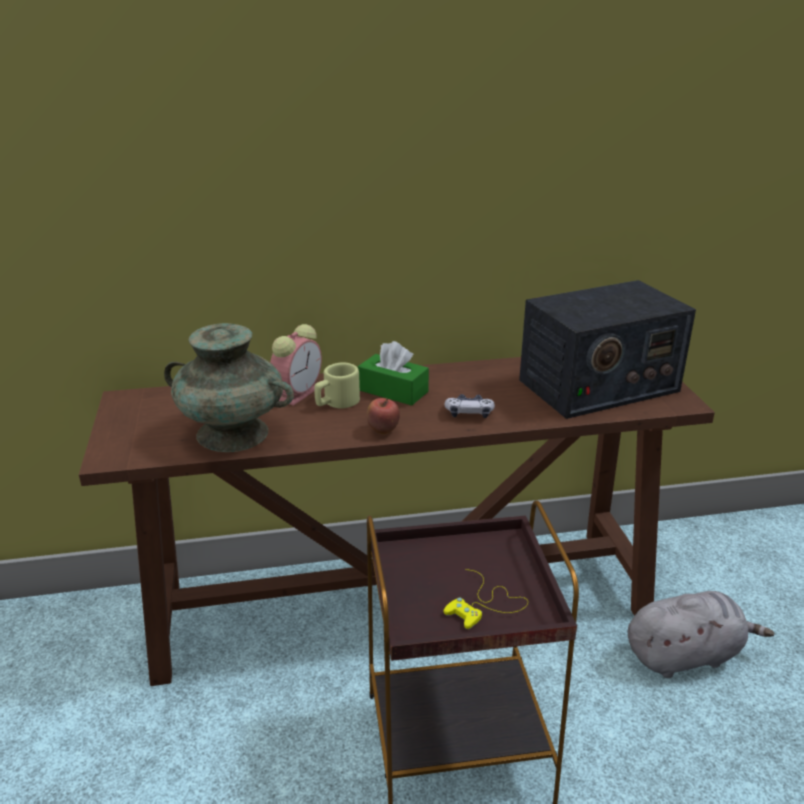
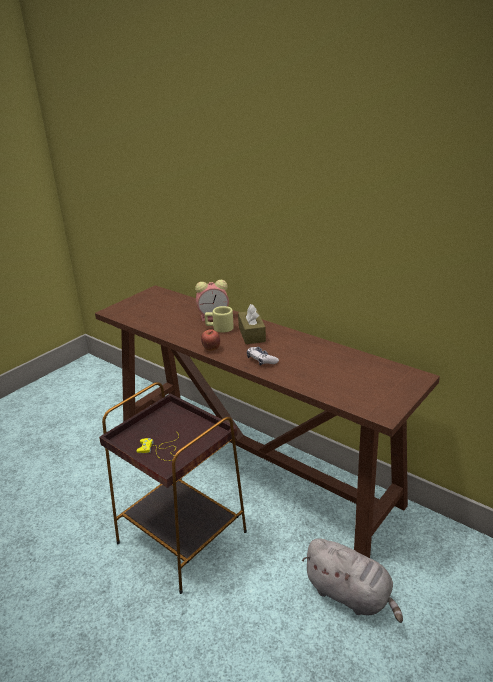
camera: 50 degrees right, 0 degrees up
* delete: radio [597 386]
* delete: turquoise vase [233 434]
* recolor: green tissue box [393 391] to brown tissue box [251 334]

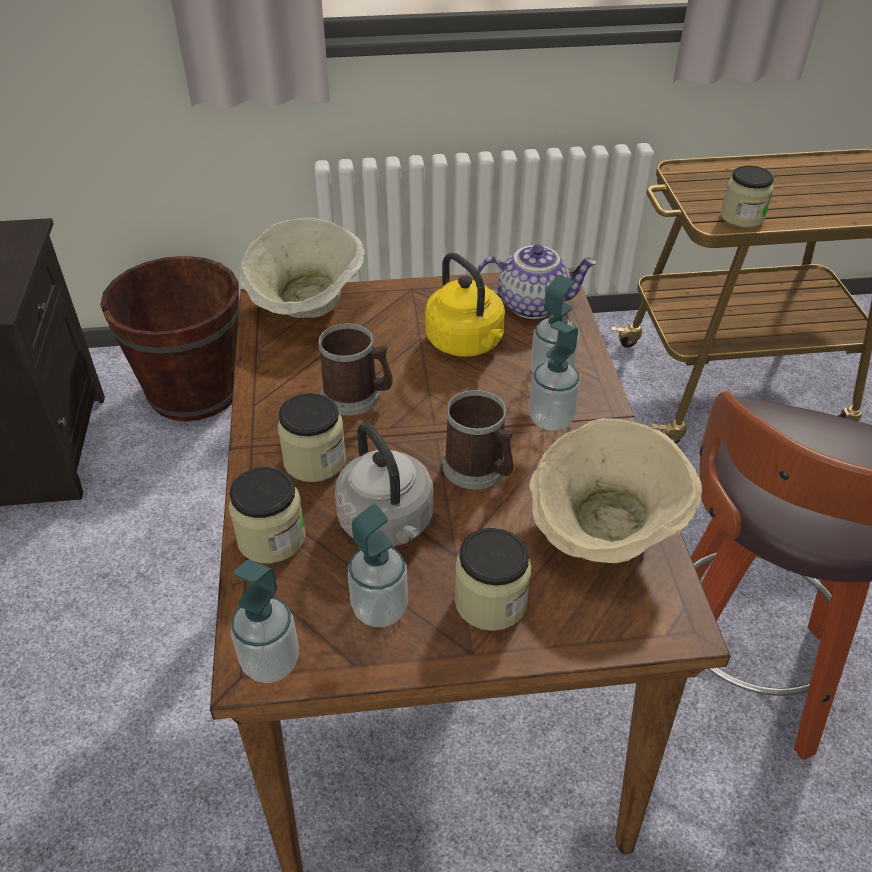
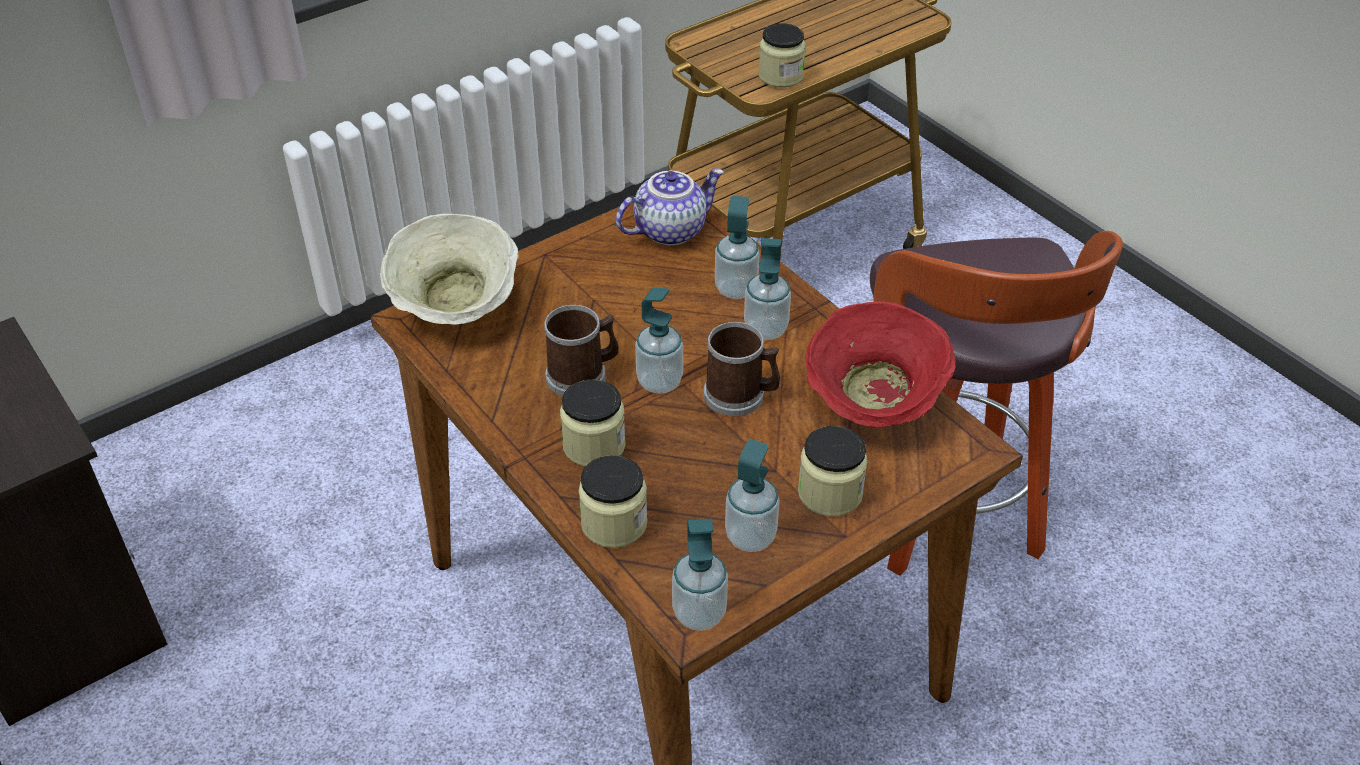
camera: 30 degrees left, 0 degrees up
* delete: yellow kettle [467 343]
* delete: brown bucket [194 390]
* recolor: beige bowl [603 532] to red bowl [874 405]
* delete: grey kettle [388 524]
* insert: soap dispenser [659 382]

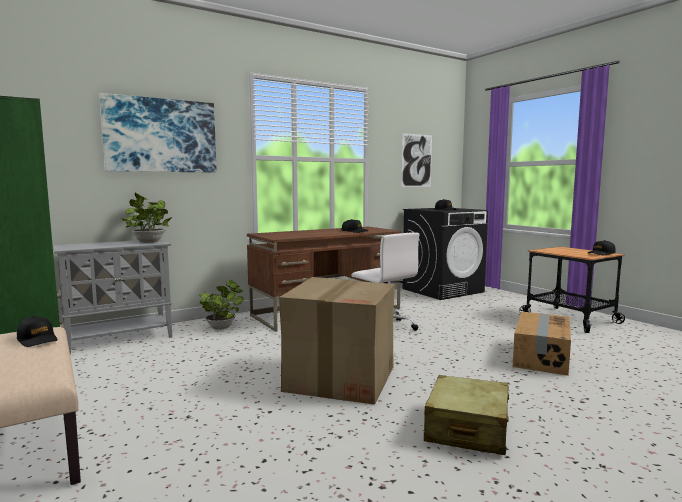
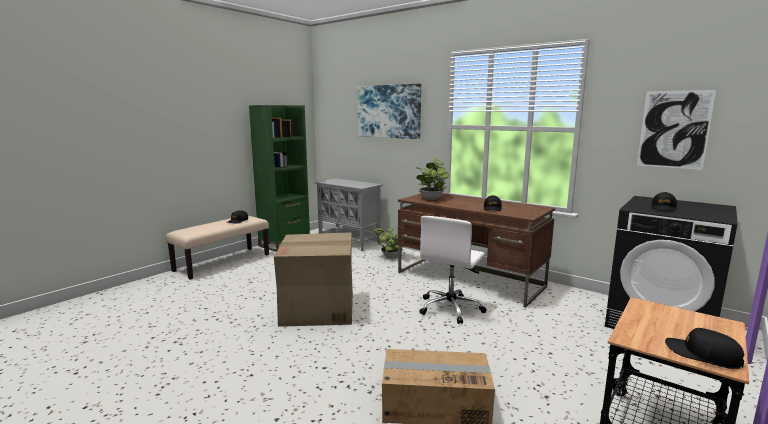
camera: 70 degrees right, 5 degrees up
* move: potted plant [148 241] to [431 198]
* delete: beige suitcase [467 429]

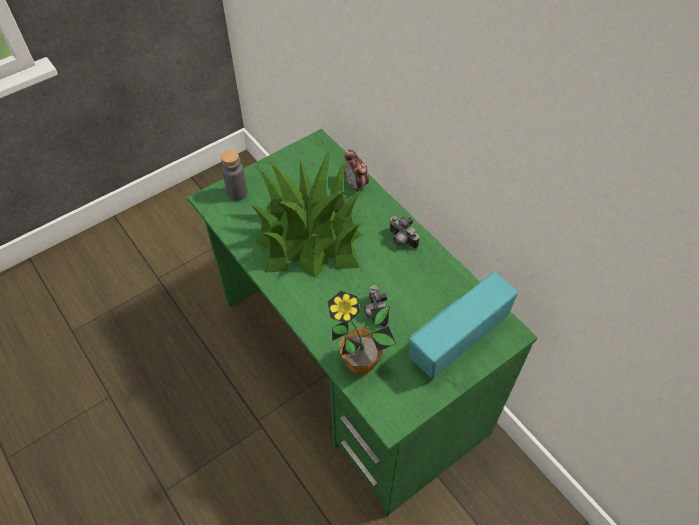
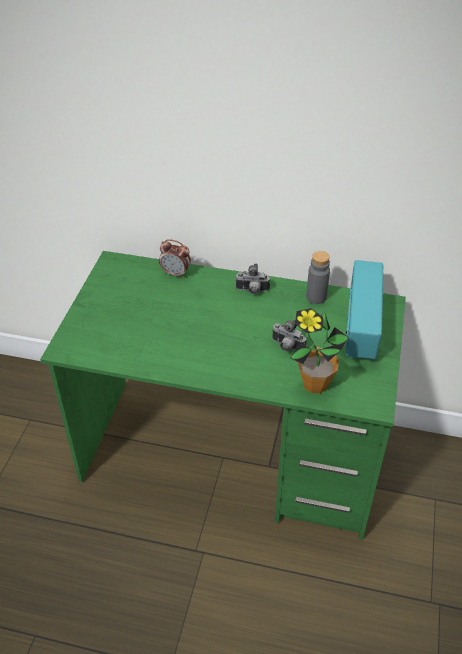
camera: 40 degrees left, 10 degrees down
* delete: potted plant [309 237]
* move: grey bottle [237 193] to [316 297]

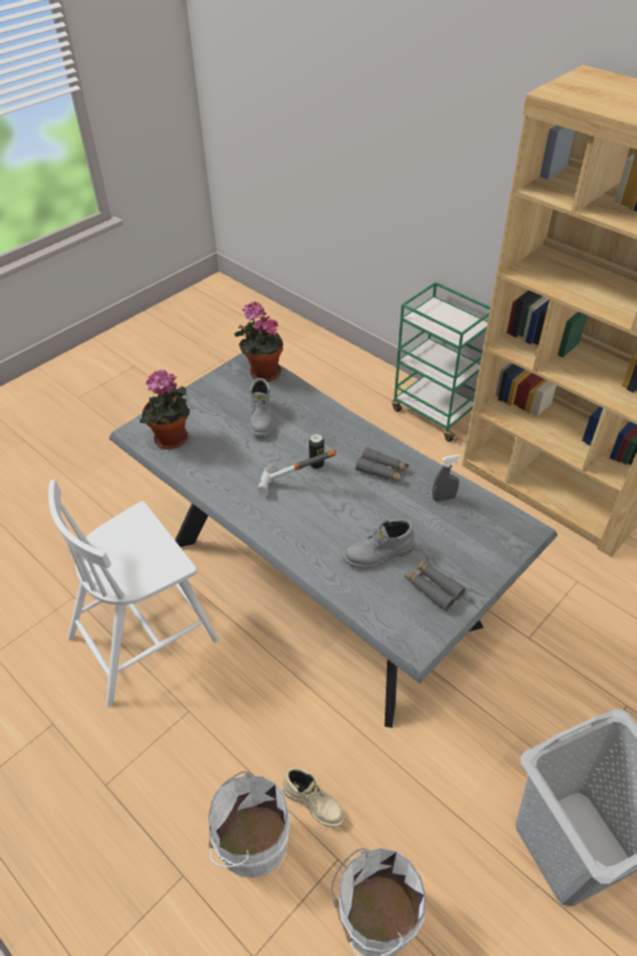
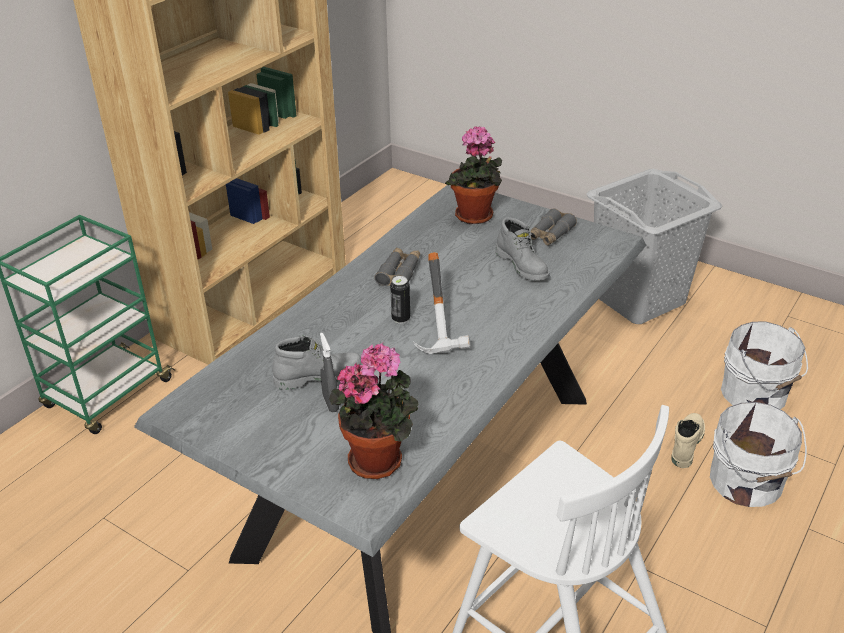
camera: 100 degrees left, 10 degrees down
* move: potted plant [262 373] to [474 217]
* move: grey spray bottle [443 498] to [330 403]

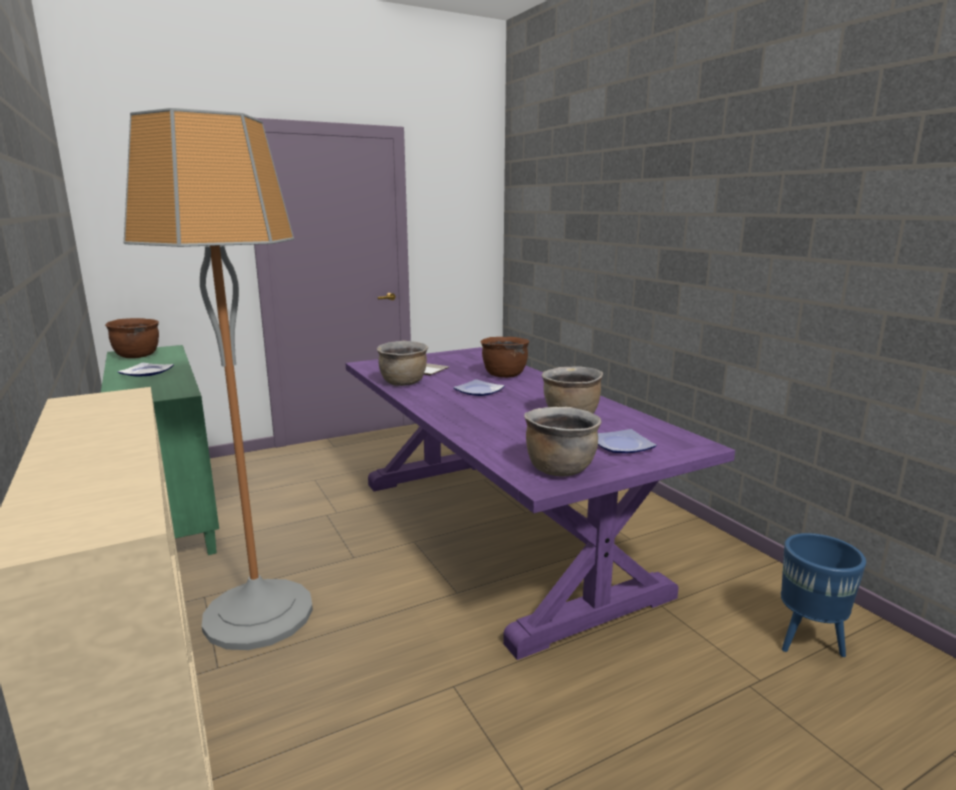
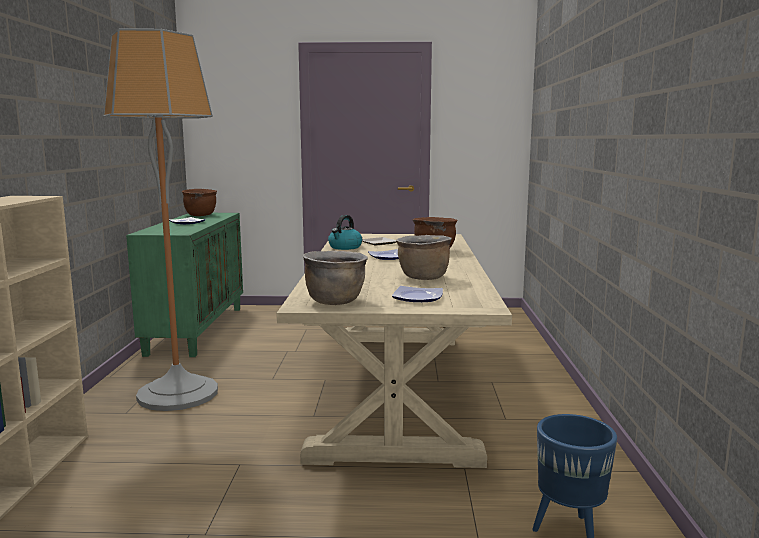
camera: 30 degrees right, 5 degrees down
* replace: brown cooking pot [403 383] to kettle [345 247]
* recolor: purple dining table [495 532] to beige dining table [393 387]

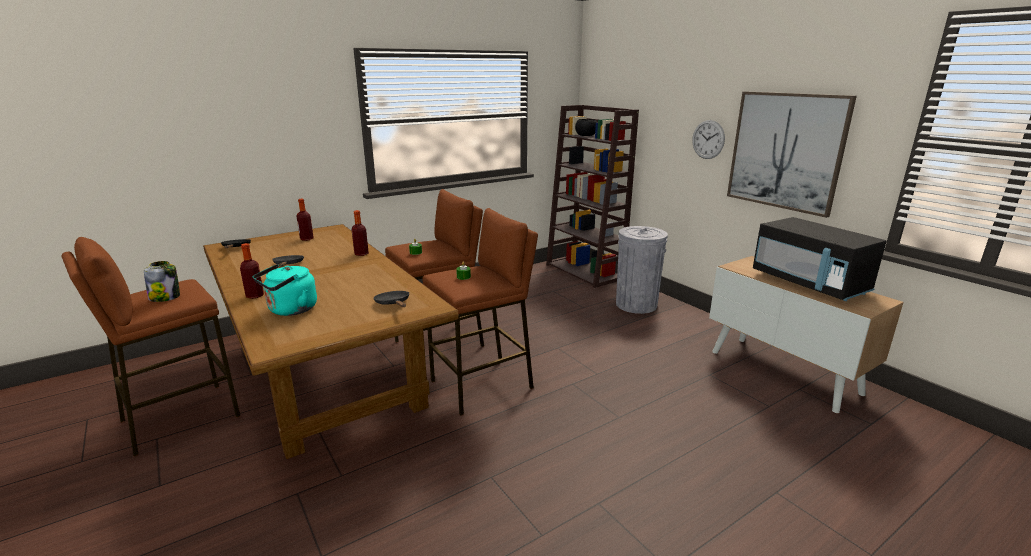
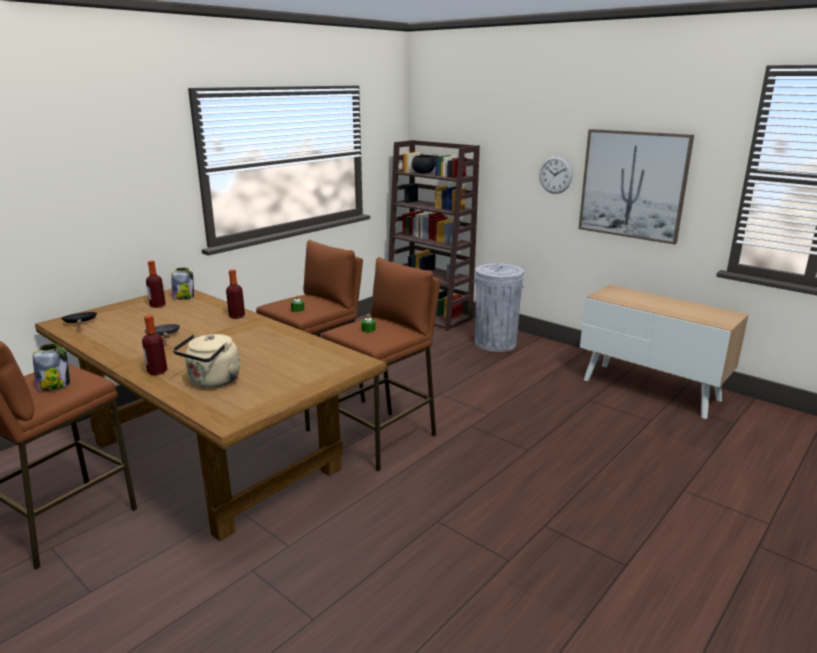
camera: 15 degrees left, 0 degrees up
* delete: black microwave [809 283]
* recolor: turquoise kettle [290 310] to beige kettle [212 382]
* delete: black frying pan [393 303]
* insert: jar [183 297]

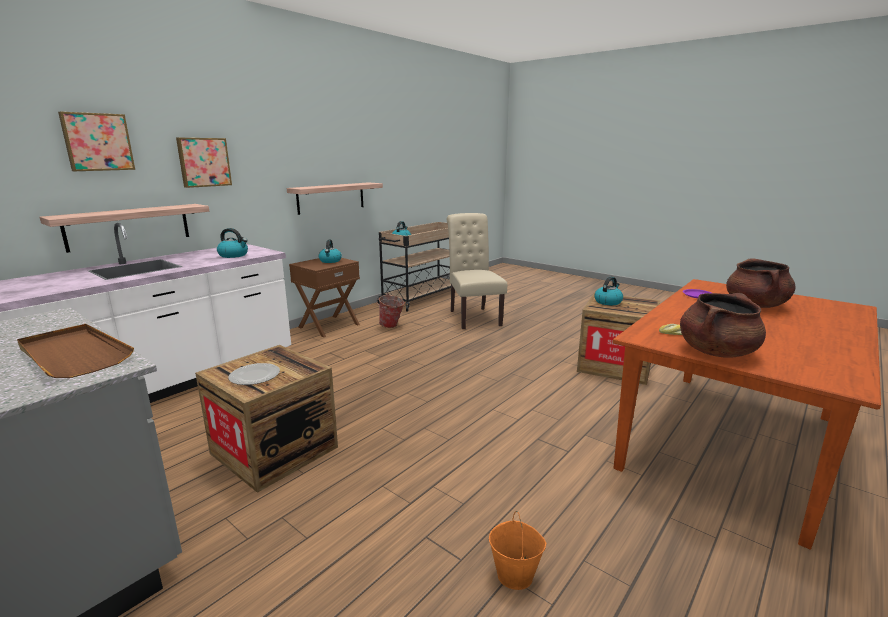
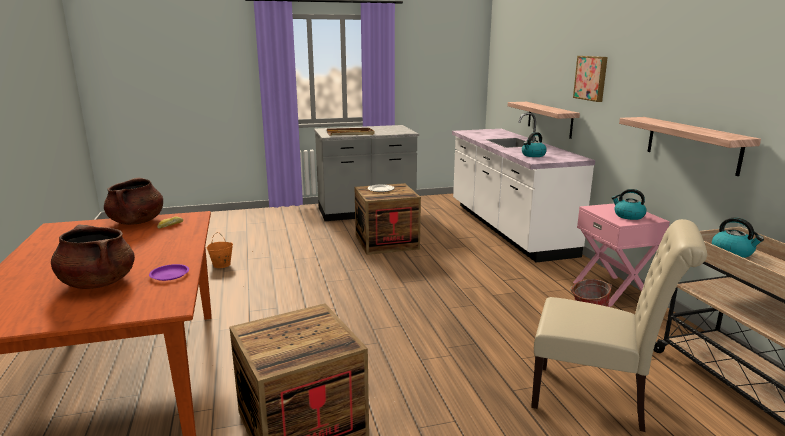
camera: 125 degrees right, 0 degrees up
* delete: picture [97 142]
* recolor: brown nightstand [328 325] to pink nightstand [612 291]
* delete: kettle [608 302]

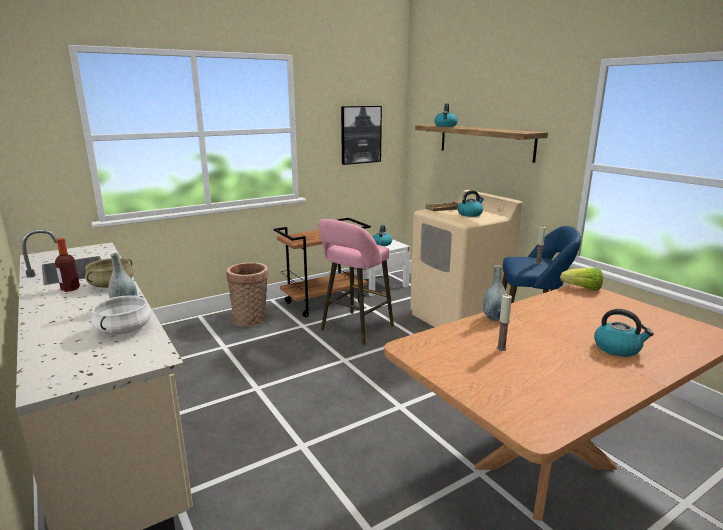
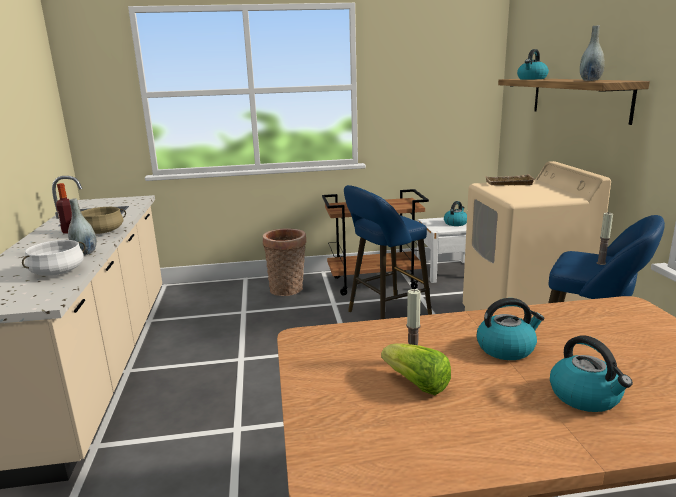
camera: 25 degrees right, 0 degrees up
* delete: picture [360 134]
* move: kettle [470 214] to [506 348]
* recolor: pink stool [354 329] to blue stool [385 316]
* move: grey vase [494 318] to [590 80]
* move: lettuce [582 288] to [416 384]

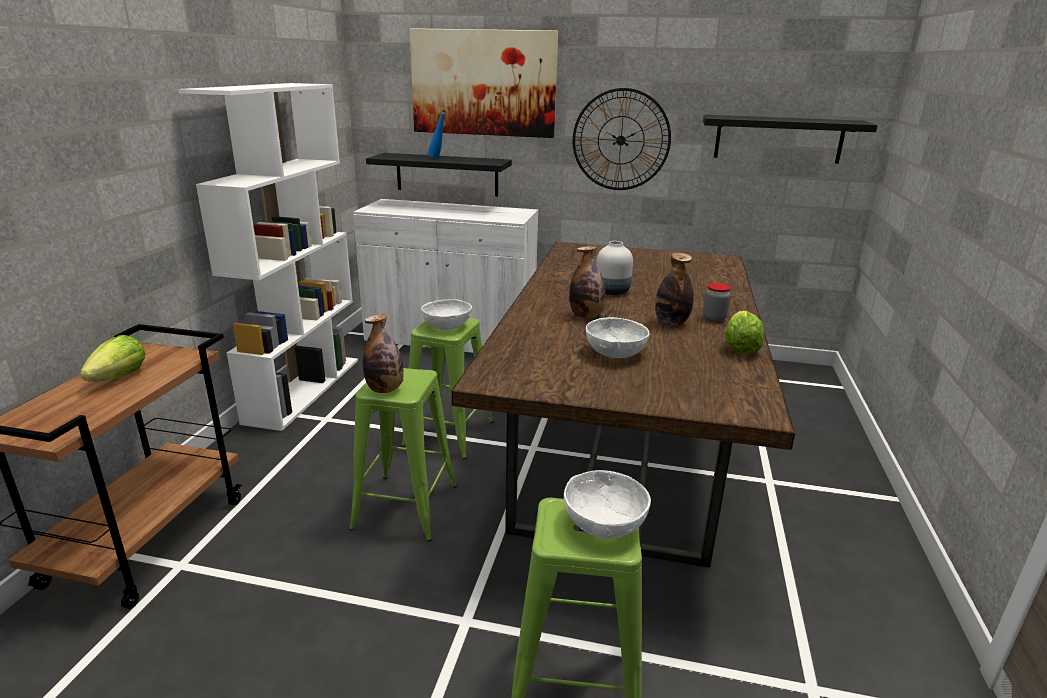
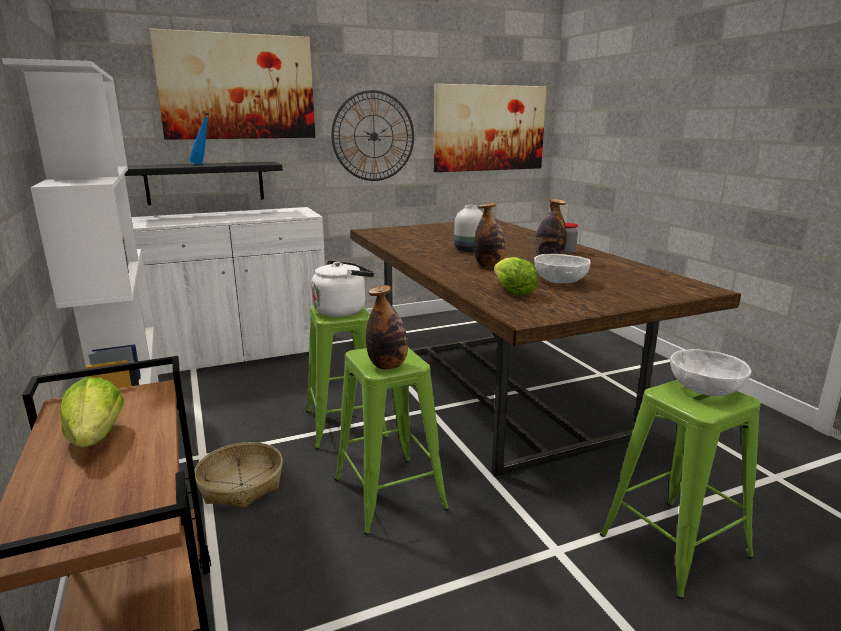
camera: 35 degrees left, 5 degrees down
* replace: black shelf [778 139] to picture [489 128]
* replace: white bowl [447 326] to white kettle [342 310]
* move: lettuce [740 348] to [513 292]
* insert: basket [240 484]

